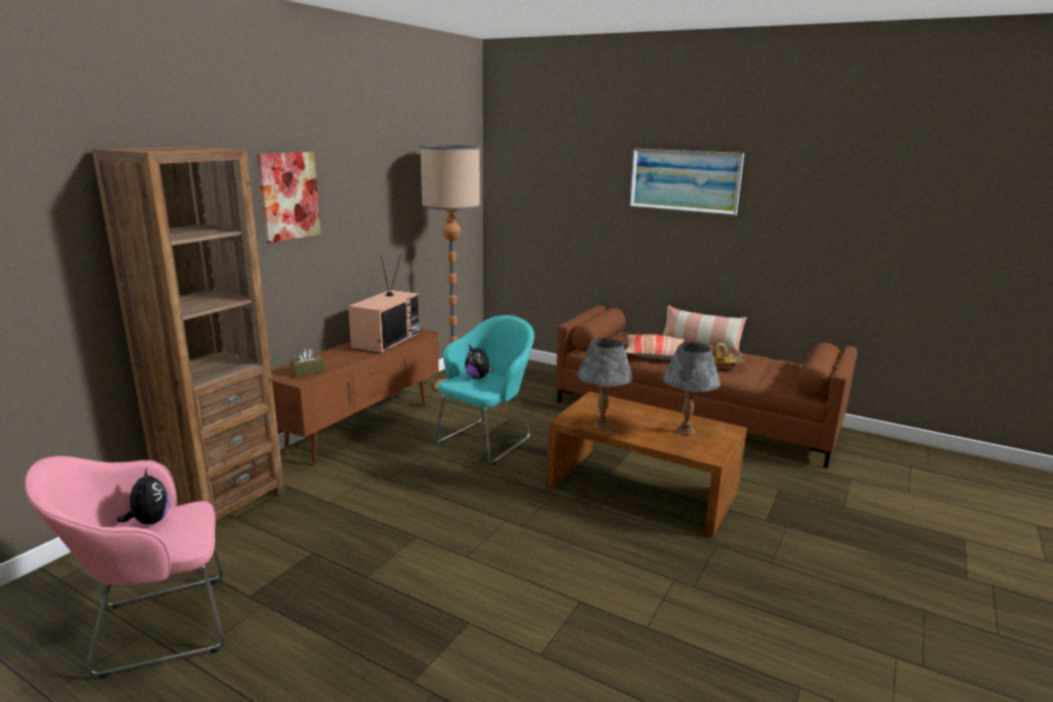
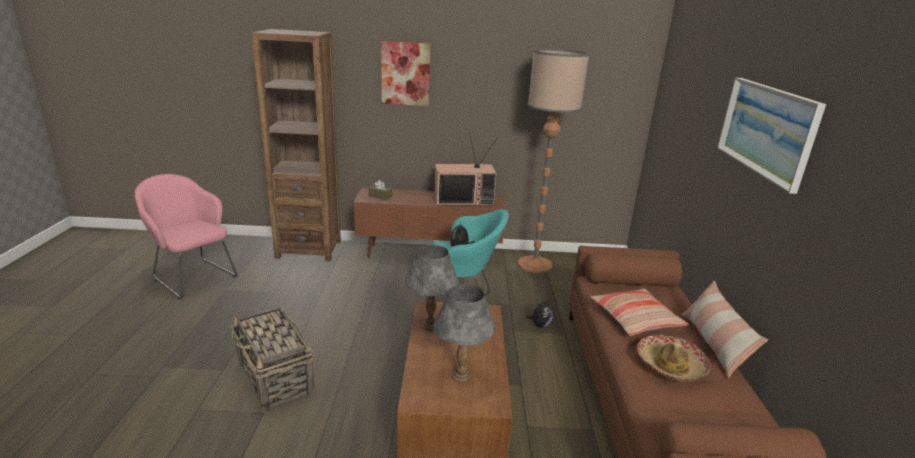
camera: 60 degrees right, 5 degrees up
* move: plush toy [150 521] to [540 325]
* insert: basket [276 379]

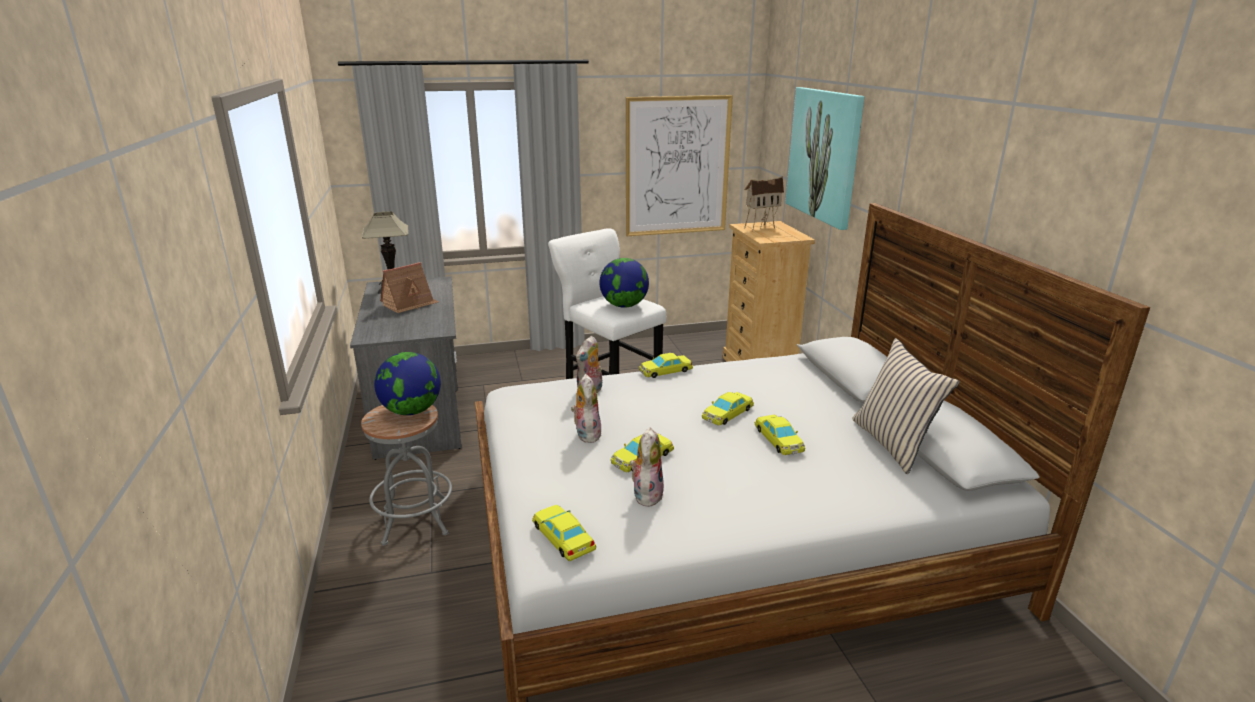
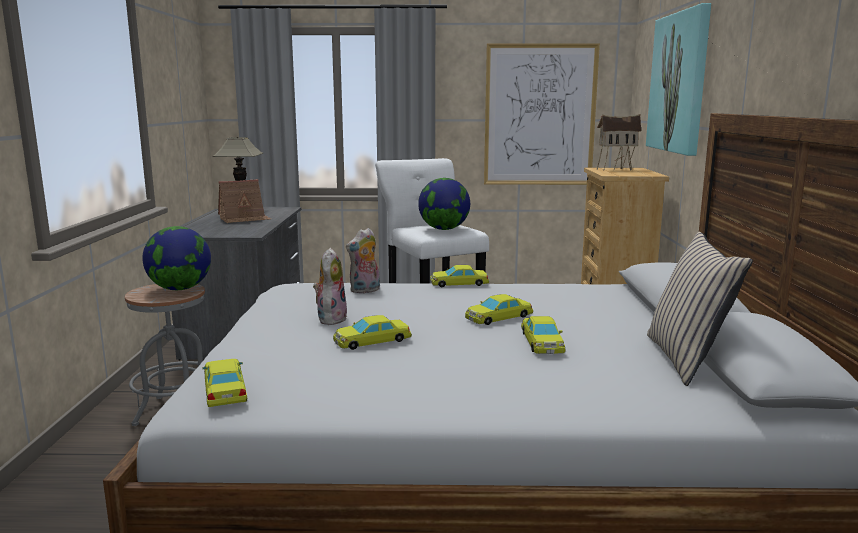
camera: 15 degrees right, 10 degrees down
* delete: plush toy [646 494]

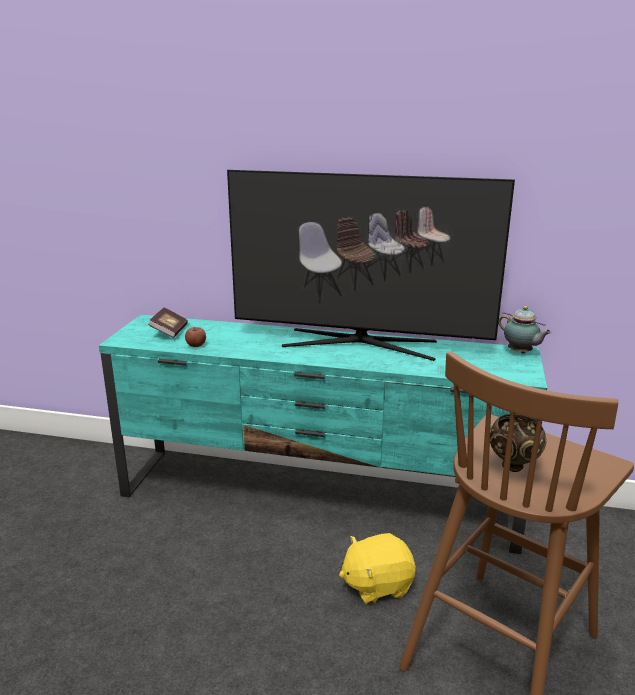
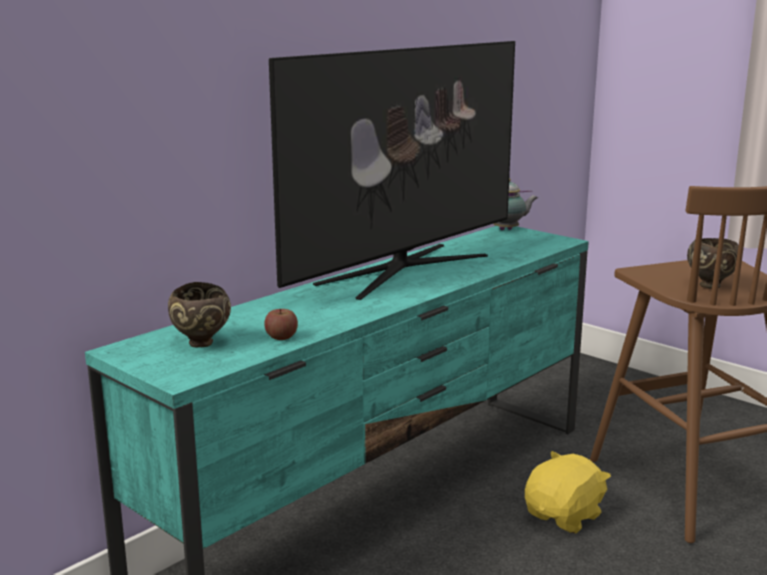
camera: 60 degrees left, 5 degrees down
* replace: book [169 331] to brown bowl [202 344]
* rotate: yellow plush toy [377 584] = [565 516] 150 degrees counterclockwise

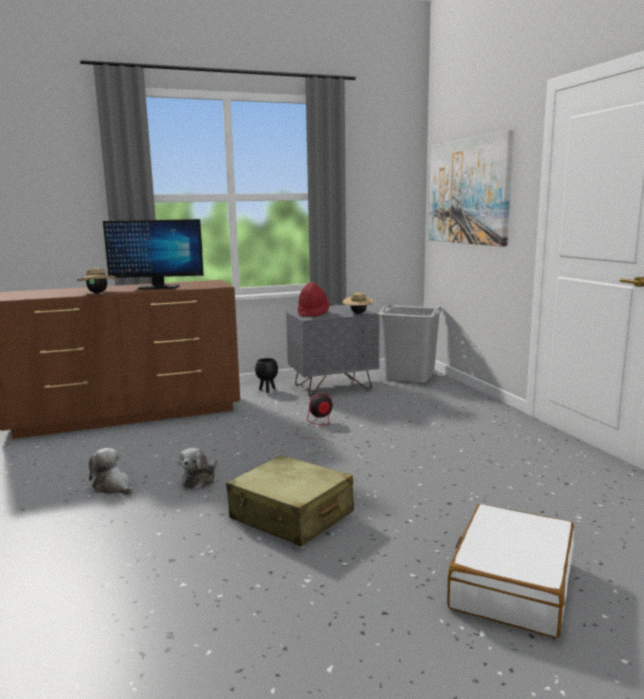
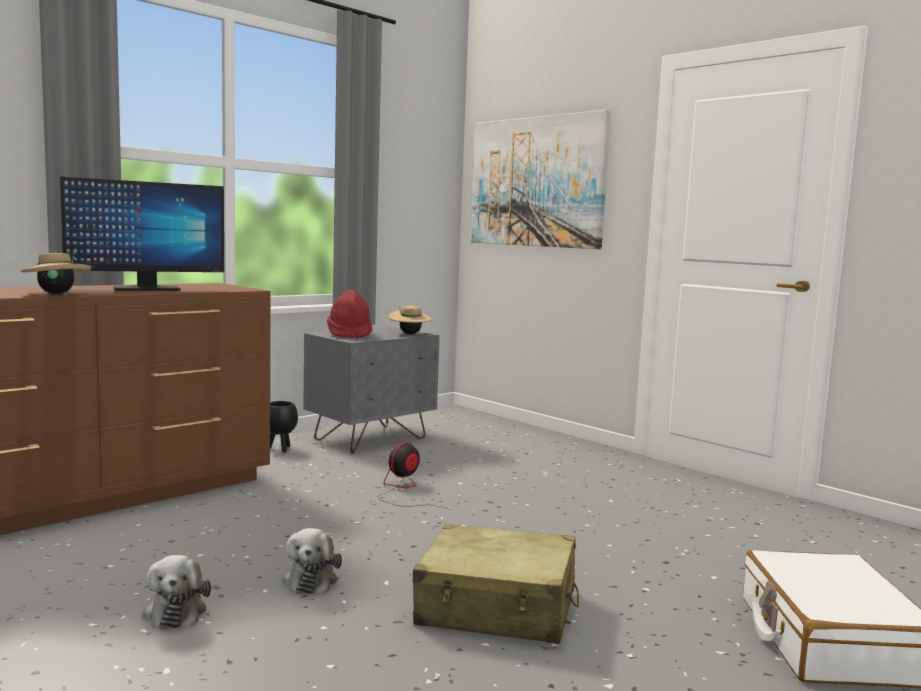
camera: 25 degrees left, 5 degrees down
* delete: grey laundry basket [410 376]
* rotate: plush toy [113 487] = [175 611] 120 degrees counterclockwise

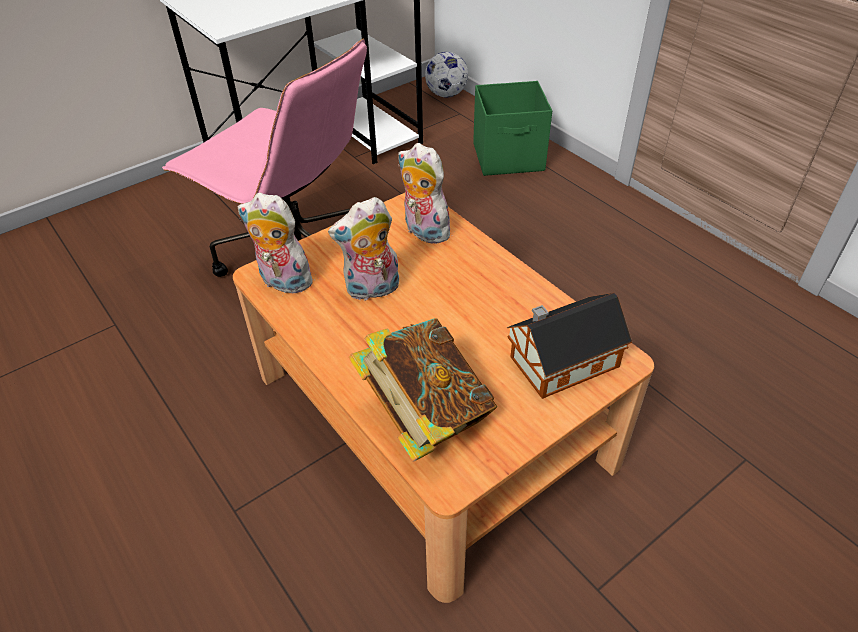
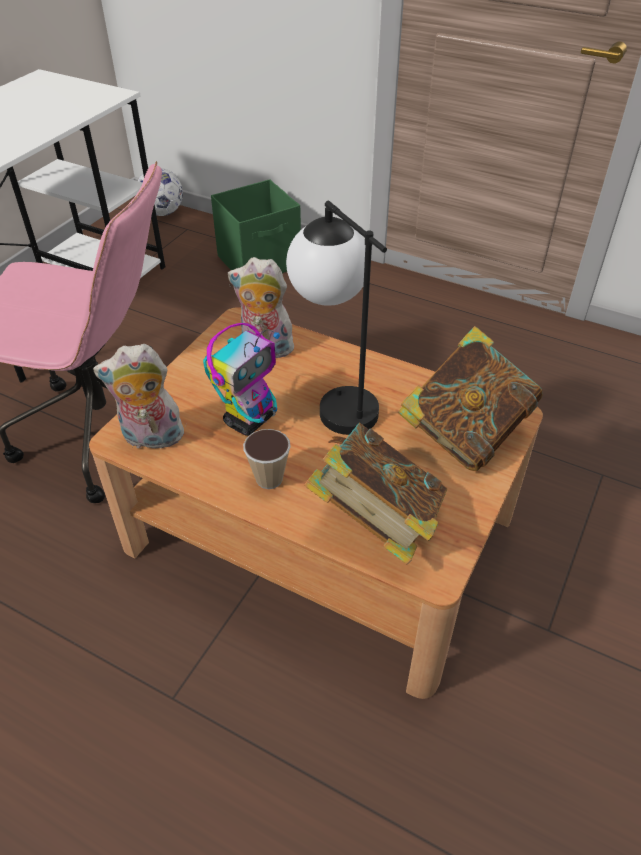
camera: 25 degrees left, 0 degrees up
* replace: plush toy [372 290] to toy robot [250 419]
* replace: toy house [559 362] to book [464 433]
* insert: table lamp [335 399]
* insert: cup [269 479]

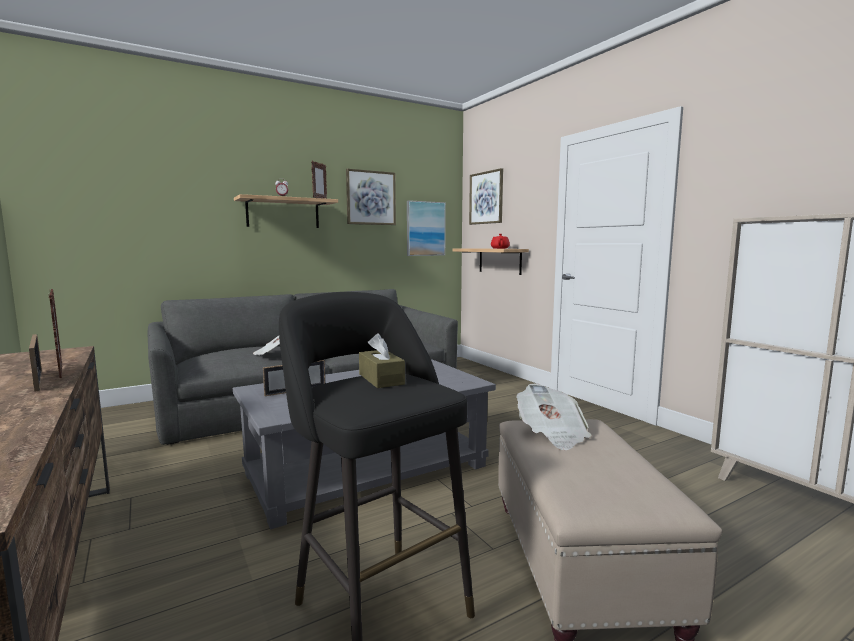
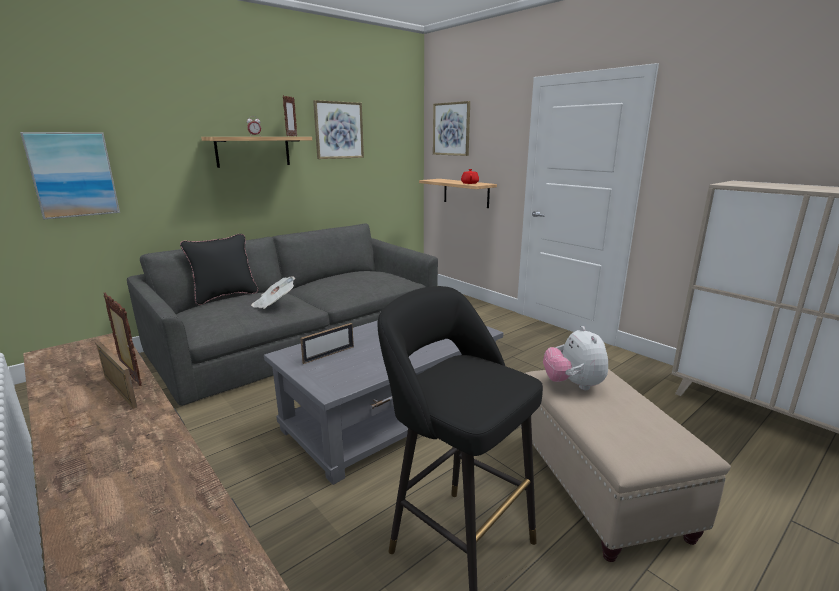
camera: 10 degrees left, 10 degrees up
* move: picture [425 228] to [73 175]
* delete: brown tissue box [381 379]
* replace: newspaper [552 434] to plush toy [573 385]
* insert: black pillow [225 296]

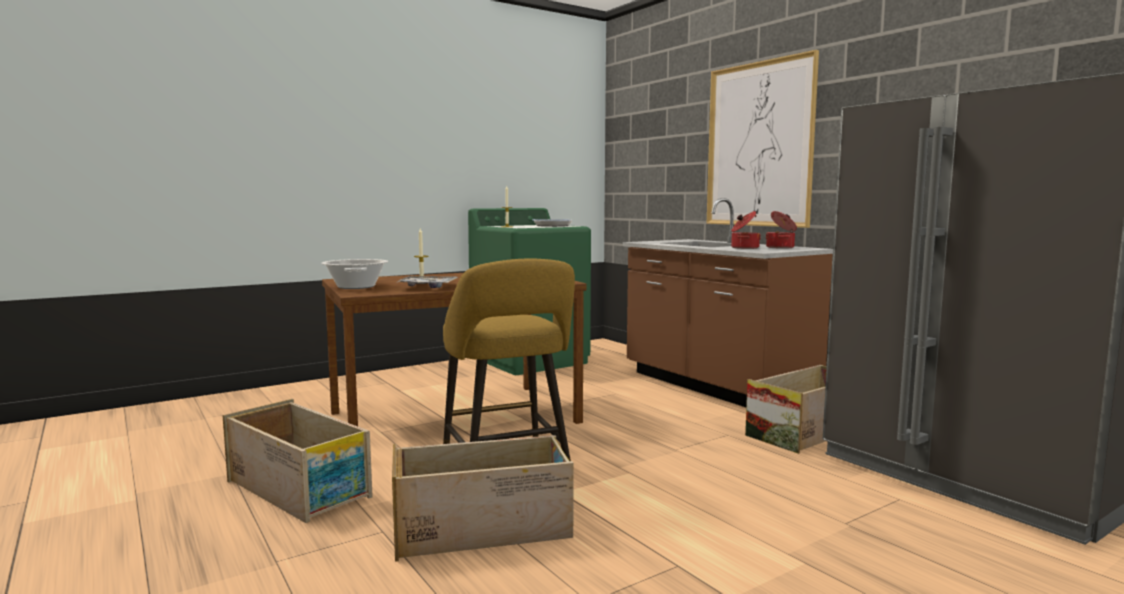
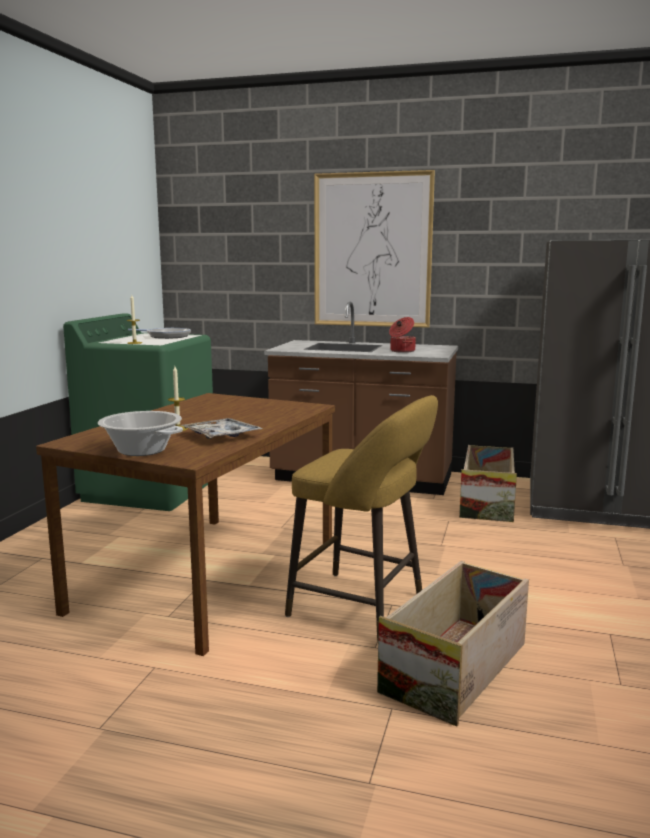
camera: 40 degrees left, 5 degrees up
* delete: cooking pot [781 247]
* delete: crate [300 489]

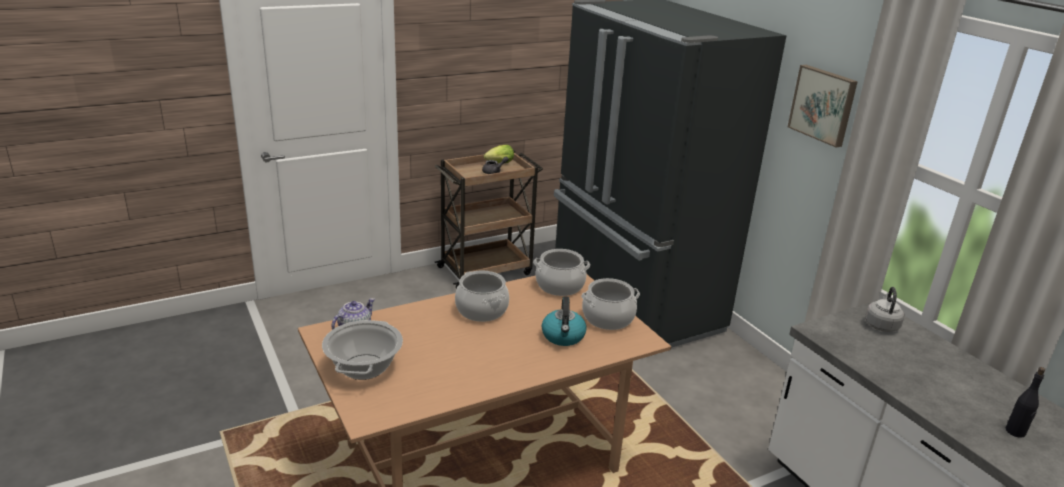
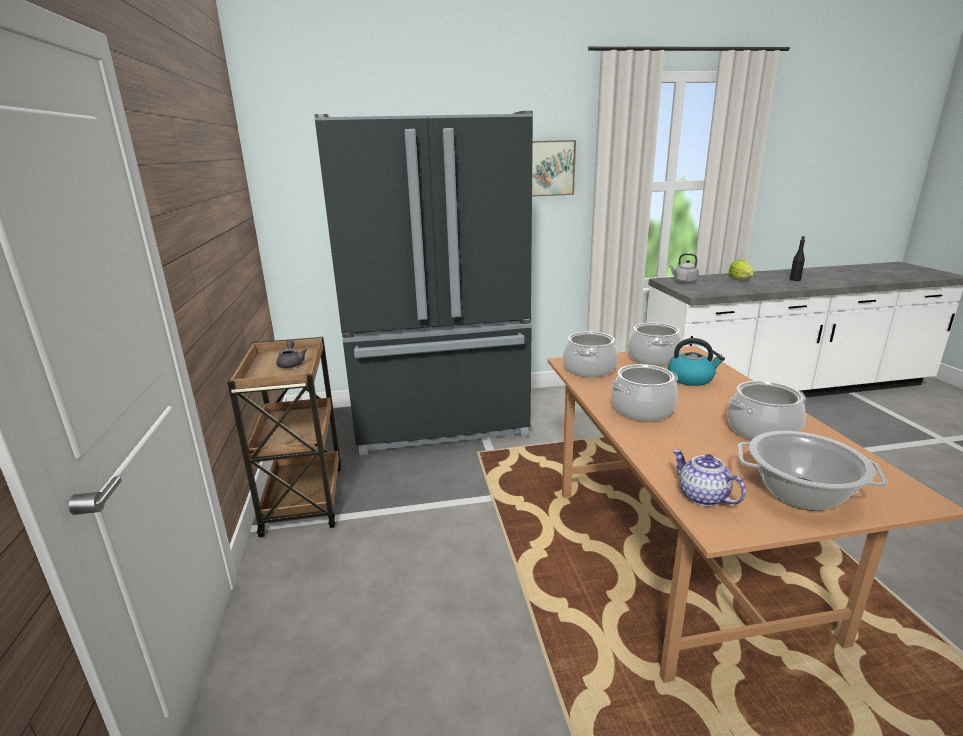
camera: 70 degrees left, 5 degrees down
* move: lettuce [498 164] to [741 280]
* insert: cooking pot [762 430]

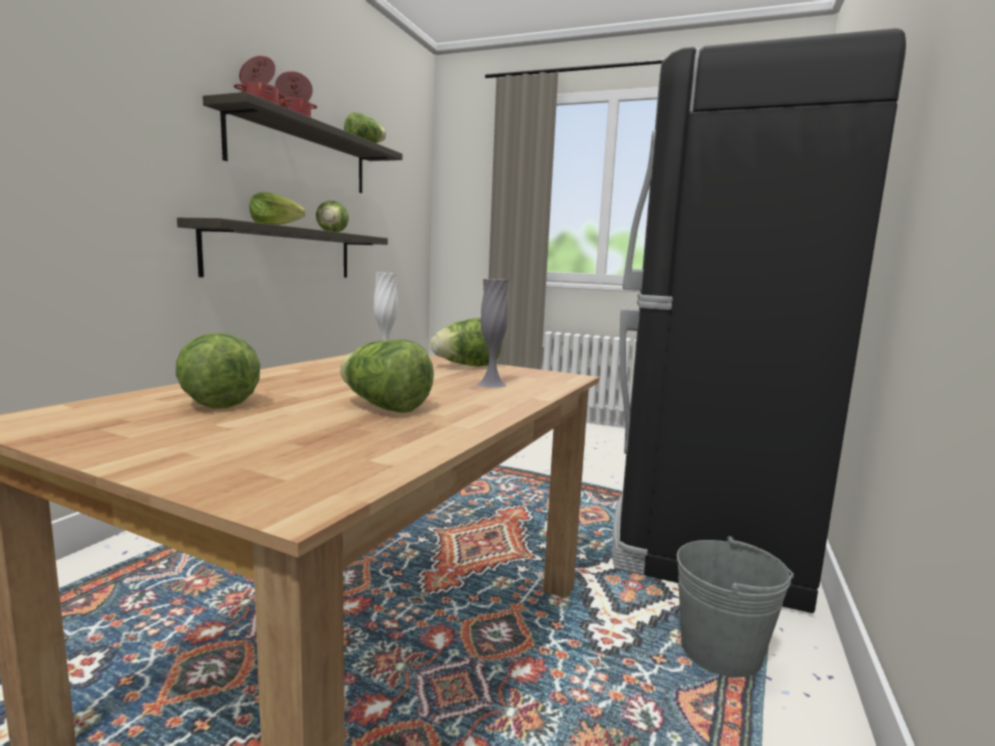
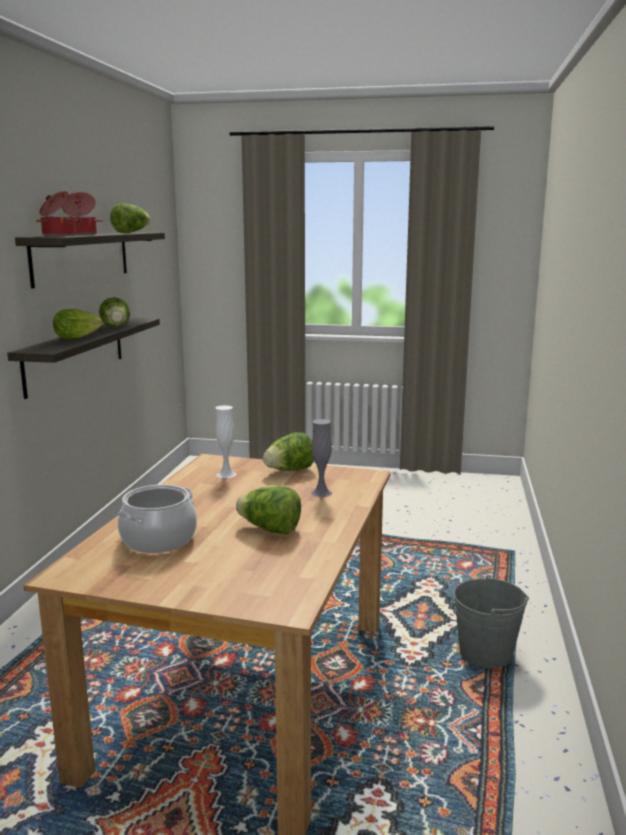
camera: 10 degrees left, 5 degrees up
* delete: black fridge [704 533]
* replace: lettuce [215 402] to cooking pot [159 540]

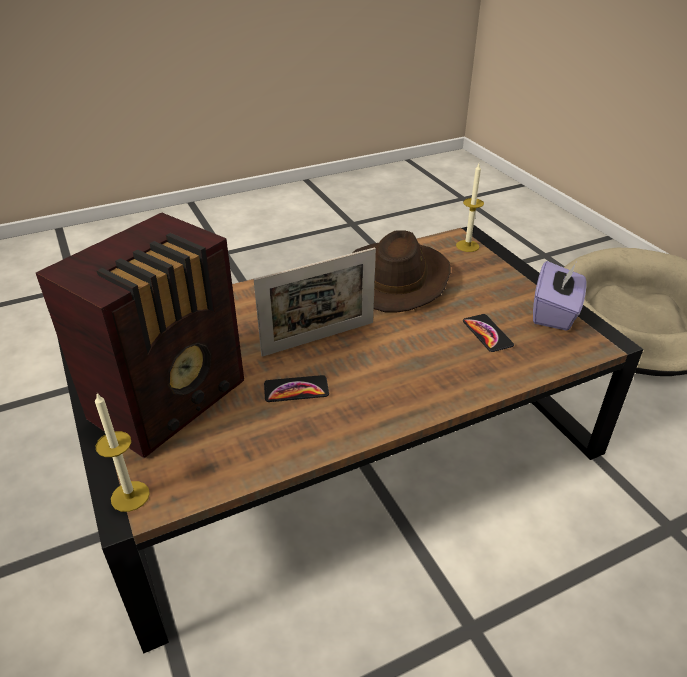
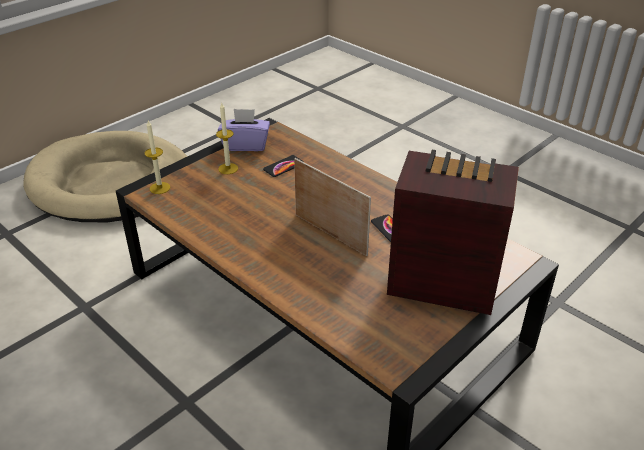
camera: 110 degrees left, 0 degrees up
* delete: brown hat [396 278]
* move: candle [130 496] to [228 168]

